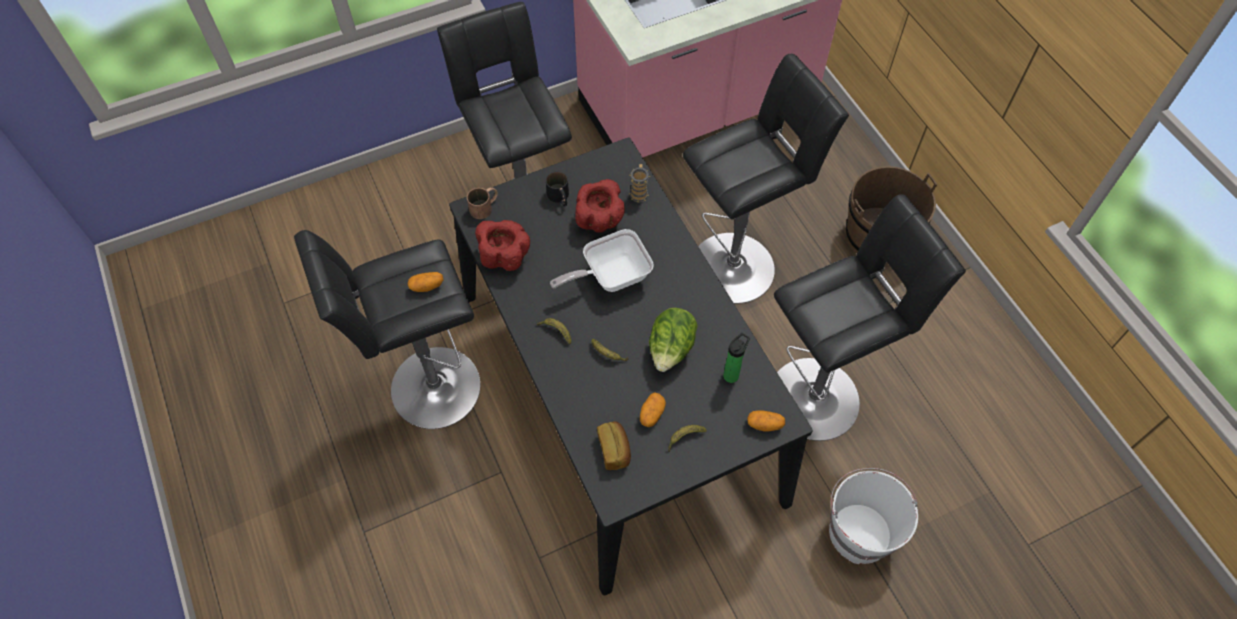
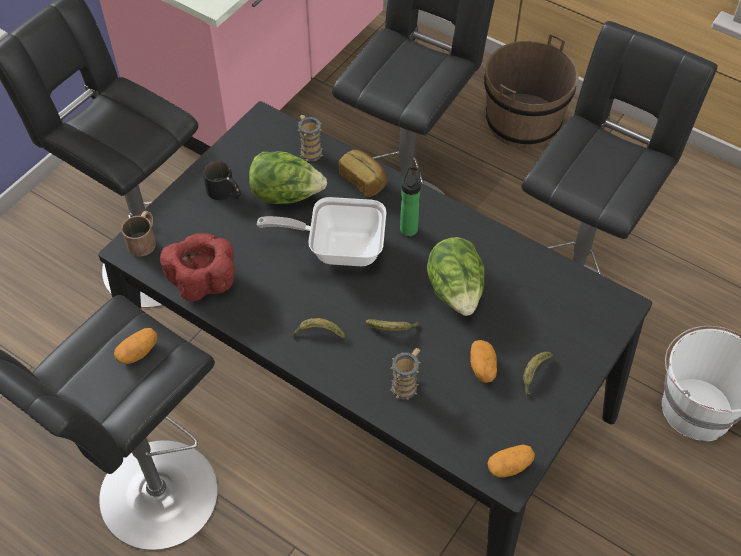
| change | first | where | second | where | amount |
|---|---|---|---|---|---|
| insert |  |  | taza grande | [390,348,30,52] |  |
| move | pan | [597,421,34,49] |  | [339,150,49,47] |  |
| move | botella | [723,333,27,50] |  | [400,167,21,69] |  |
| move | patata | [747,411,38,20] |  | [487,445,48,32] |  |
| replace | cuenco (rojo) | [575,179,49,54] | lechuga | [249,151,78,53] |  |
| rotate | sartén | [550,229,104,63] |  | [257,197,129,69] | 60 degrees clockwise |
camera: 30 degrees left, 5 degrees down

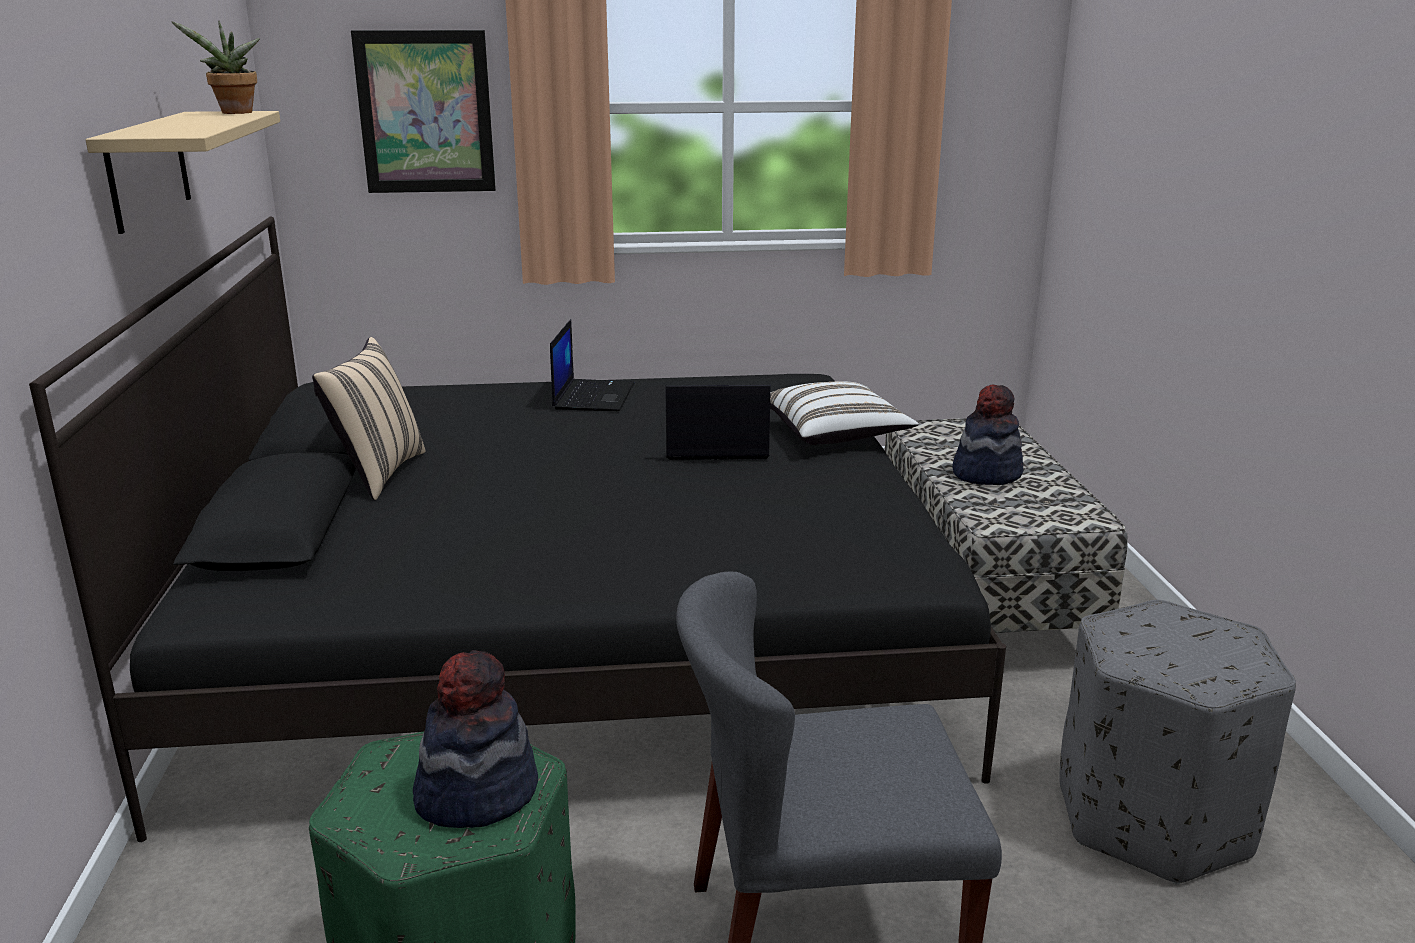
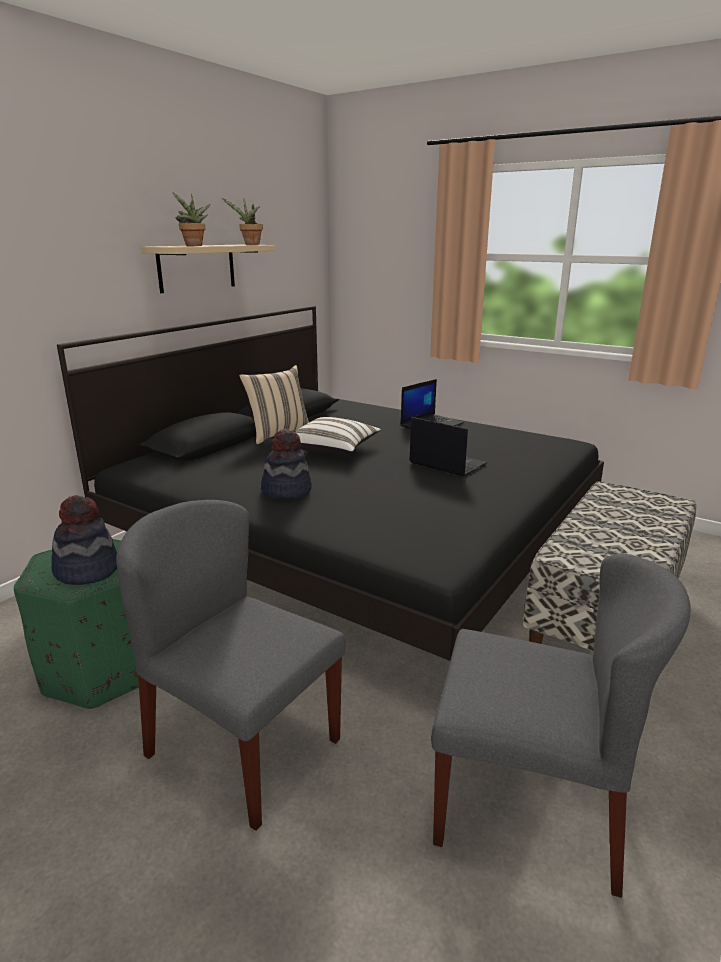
| change | first | where | second | where | amount |
|---|---|---|---|---|---|
| delete | cuadro | [351,30,145,163] |  |  |  |
| insert |  |  | planta en maceta | [173,193,38,53] |  |
| move | cojín (blanco) | [770,381,149,64] |  | [295,417,86,37] |  |
| move | sombrero | [953,385,70,100] |  | [261,429,51,71] |  |
| replace | puf (gris) | [1059,600,237,284] | silla (gris) | [431,554,260,344] |  |
camera: 40 degrees right, 0 degrees up

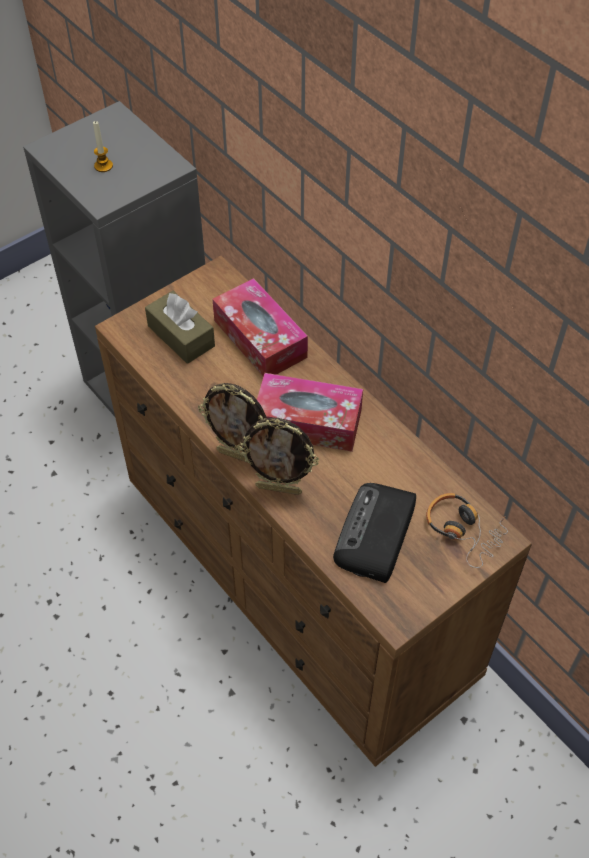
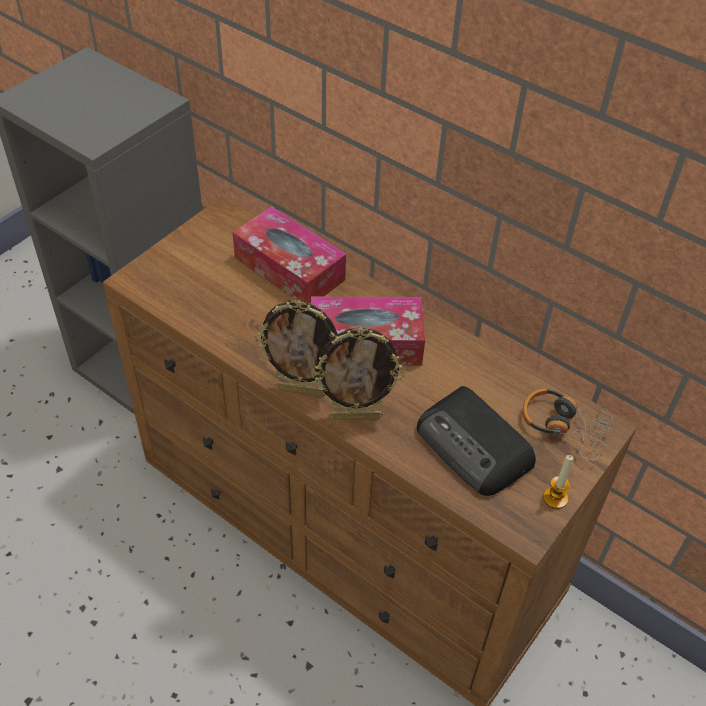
| change | first | where | second | where | amount |
|---|---|---|---|---|---|
| delete | caja de pañuelos (marrón) | [145,291,70,73] |  |  |  |
| move | vela | [93,121,20,51] |  | [543,455,31,54] |  |
| rotate | radio | [333,483,83,100] |  | [417,386,119,110] | 45 degrees counterclockwise |
camera: 15 degrees left, 5 degrees down

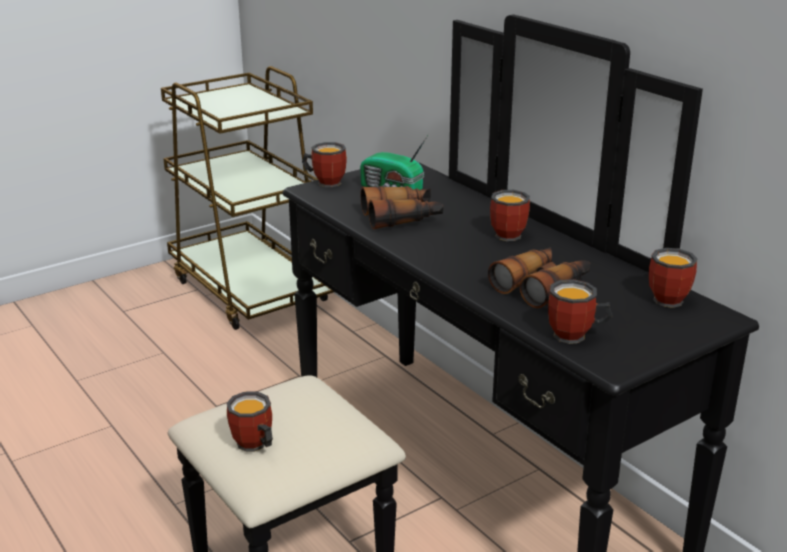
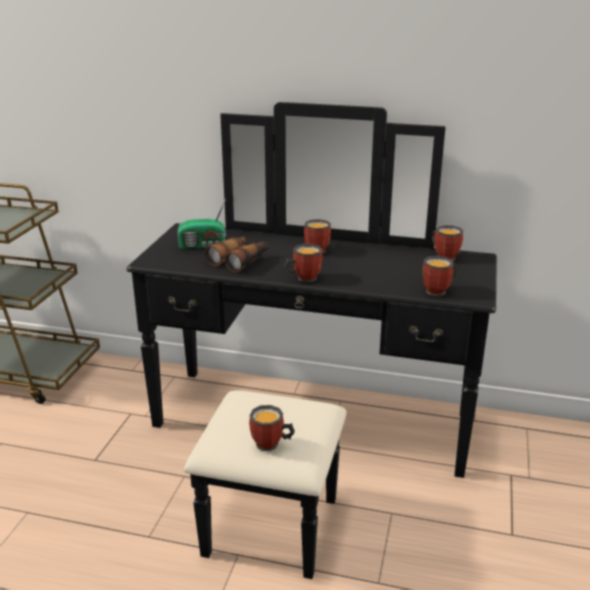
| change | first | where | second | where | amount |
|---|---|---|---|---|---|
| delete | prismáticos | [488,247,102,61] |  |  |  |
| move | taza grande | [302,142,45,45] |  | [284,244,39,38] |  |
camera: 40 degrees left, 0 degrees up

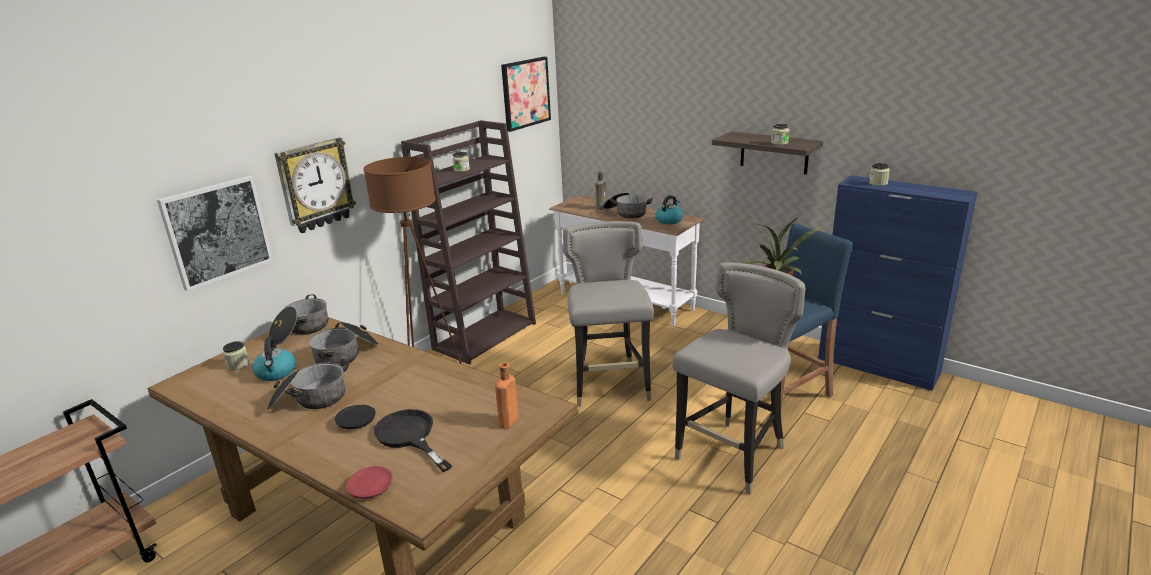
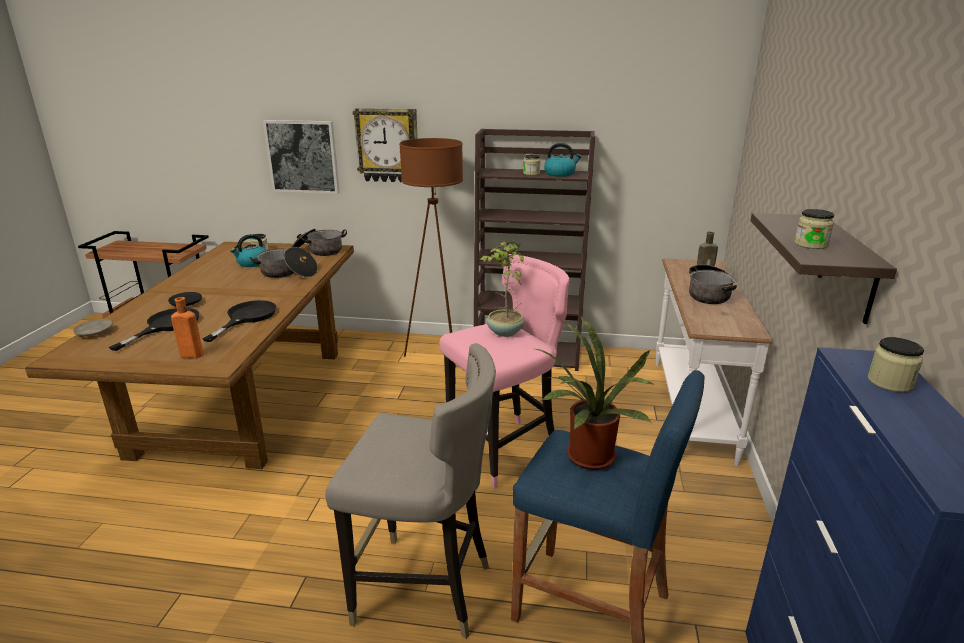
| change | first | where | second | where | amount |
|---|---|---|---|---|---|
| delete | olla | [267,359,82,51] |  |  |  |
| delete | cuadro | [501,57,50,75] |  |  |  |
| insert |  |  | sartén (negro) | [203,300,74,42] |  |
| insert |  |  | planta en maceta | [479,241,46,96] |  |
| move | hervidor | [656,195,27,29] |  | [544,143,37,34] |  |
| recolor | plato (rojo) | [346,466,47,33] | plato (beis) | [73,319,40,18] |  |
| recolor | taburete (gris) | [563,221,91,186] | taburete (rosa) | [440,254,129,235] |  |
camera: 60 degrees right, 0 degrees up

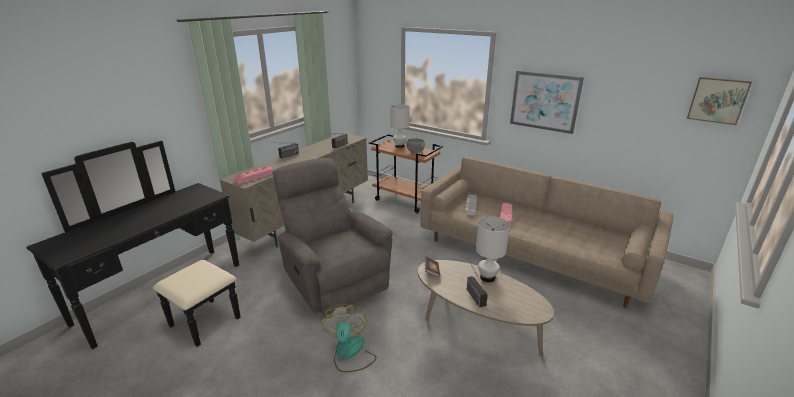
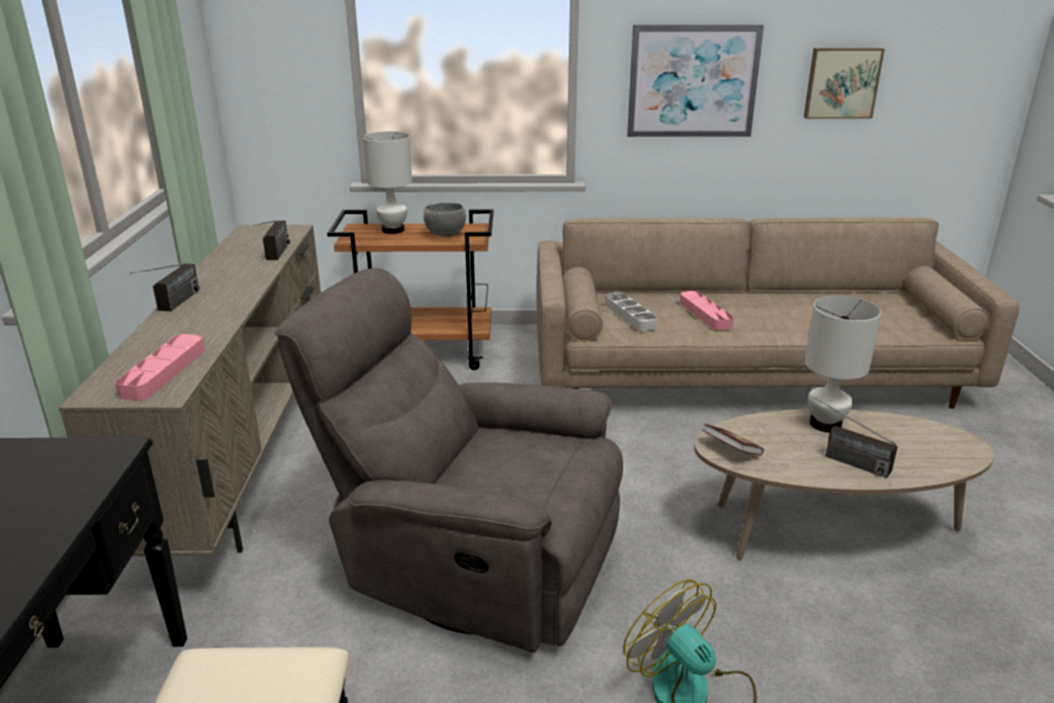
| change | first | where | second | where | amount |
|---|---|---|---|---|---|
| move | cuadro | [687,77,65,48] |  | [804,48,81,71] |  |
camera: 35 degrees left, 0 degrees up

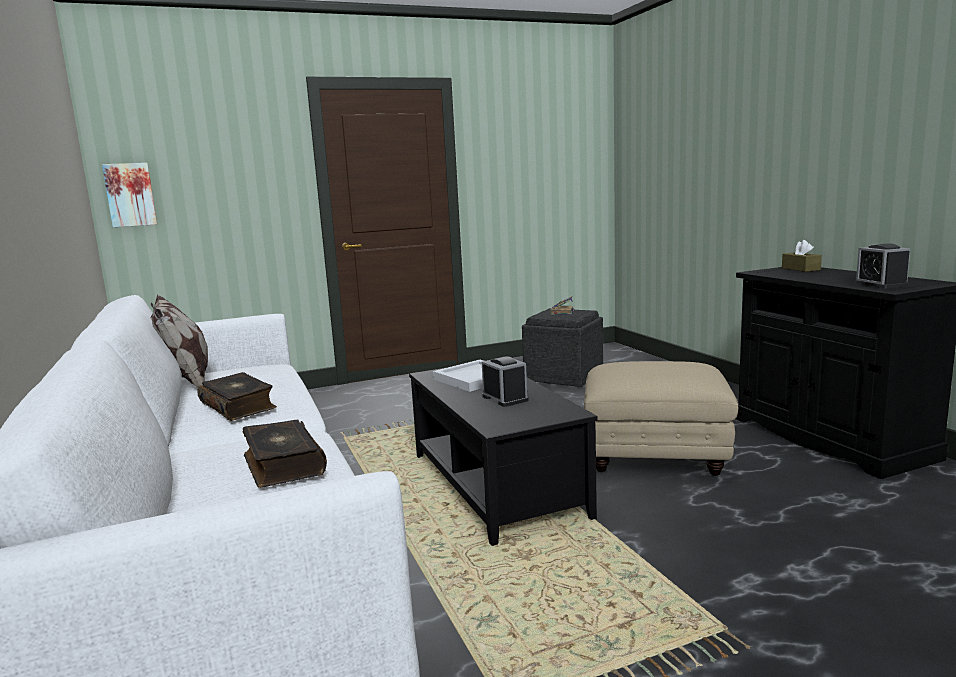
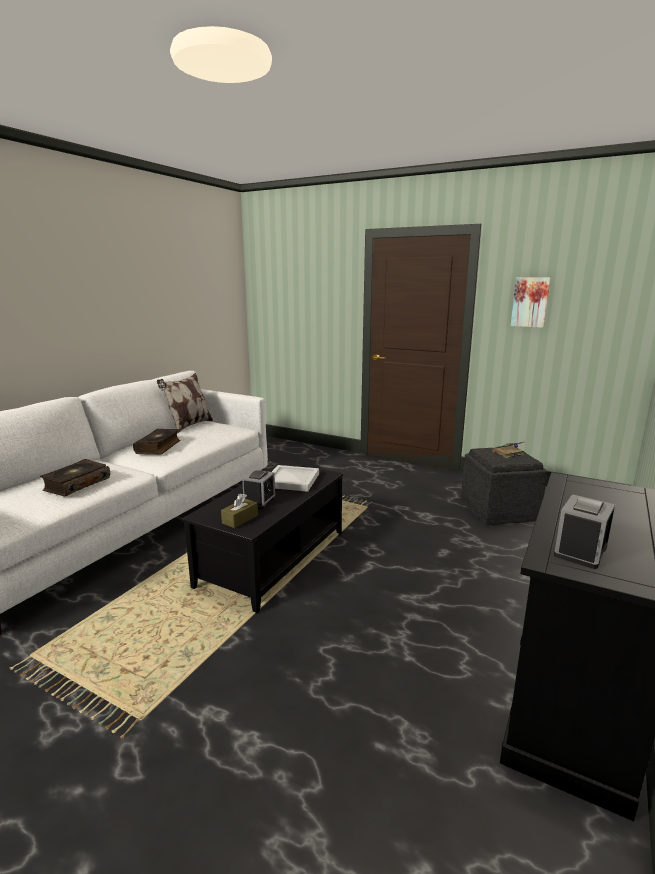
| change | first | where | second | where | amount |
|---|---|---|---|---|---|
| delete | puf (beis) | [584,361,154,115] |  |  |  |
| move | cuadro | [102,163,55,64] |  | [511,277,40,51] |  |
| move | caja de pañuelos (marrón) | [782,240,40,32] |  | [221,493,37,35] |  |
camera: 50 degrees right, 5 degrees up

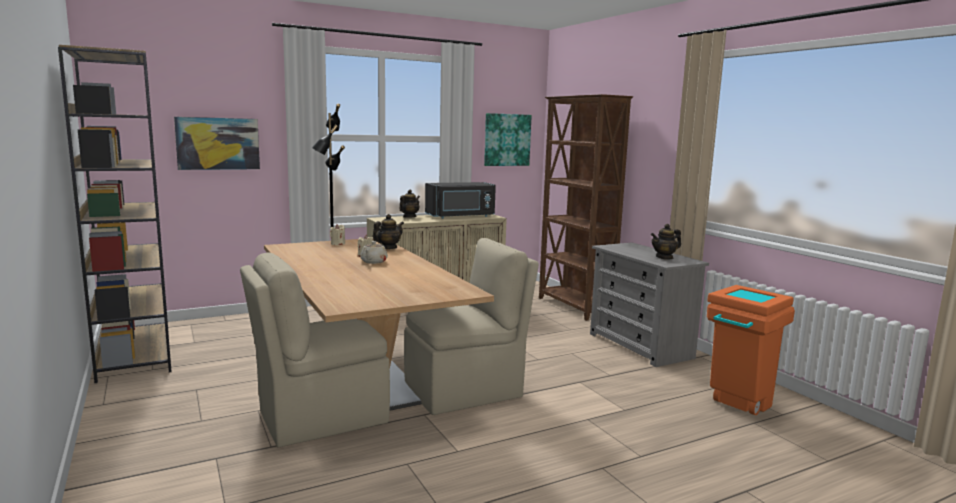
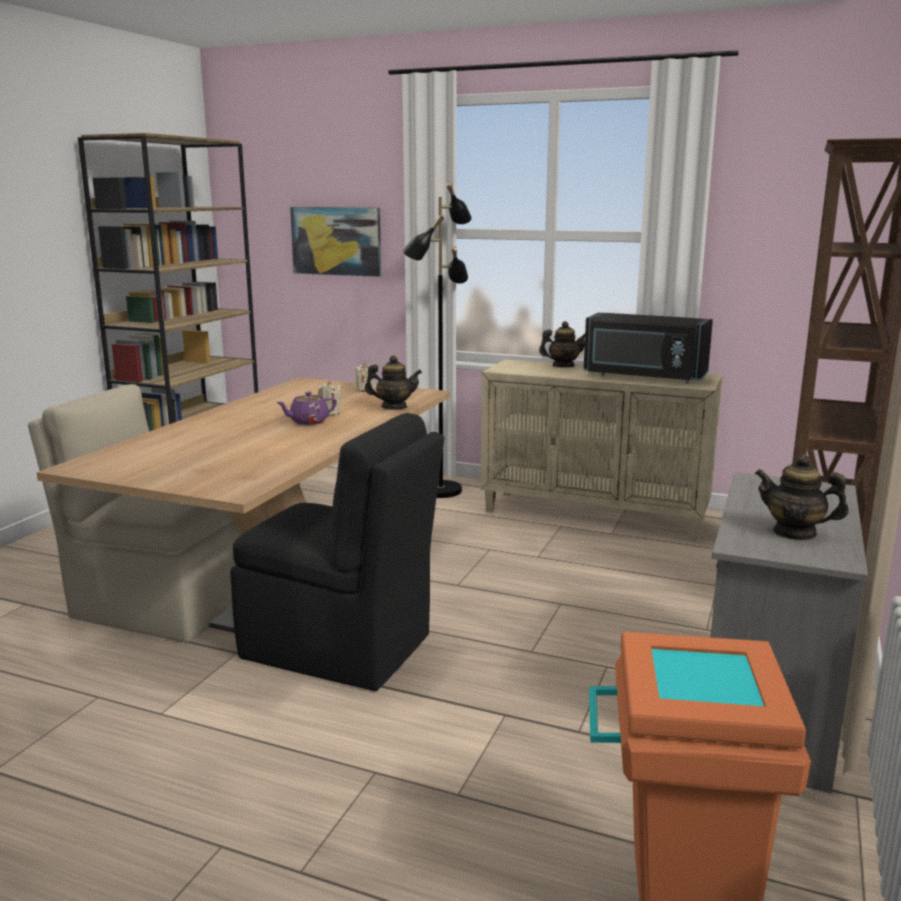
| change | first | where | second | where | amount |
|---|---|---|---|---|---|
| delete | cuadro | [484,113,48,53] |  |  |  |
| recolor | tetera (beis) | [360,241,28,23] | tetera (morado) | [276,392,61,33] |  |
| recolor | silla (beis) | [404,238,135,177] | silla (negro) | [230,413,214,278] |  |
camera: 50 degrees right, 5 degrees up

